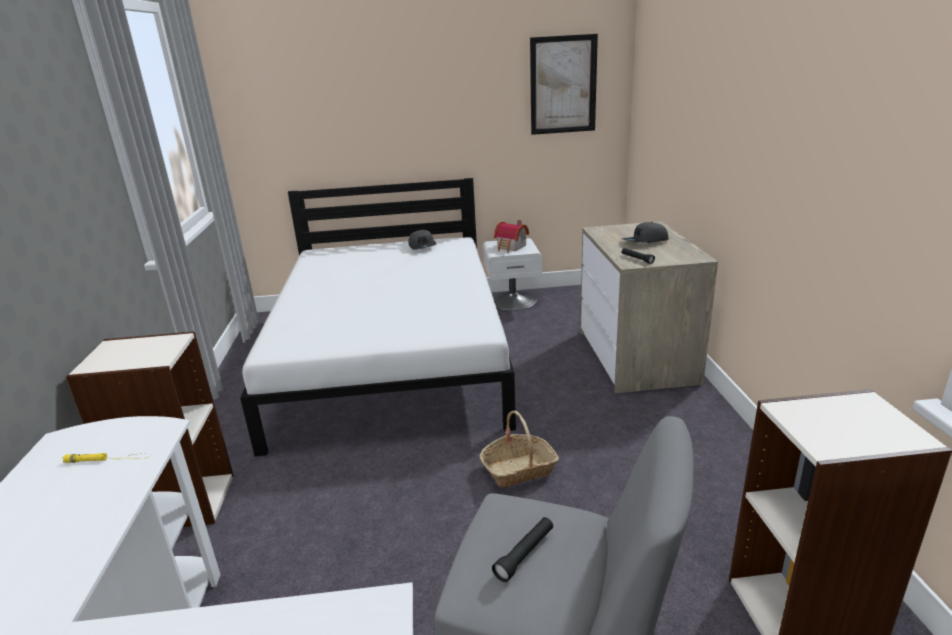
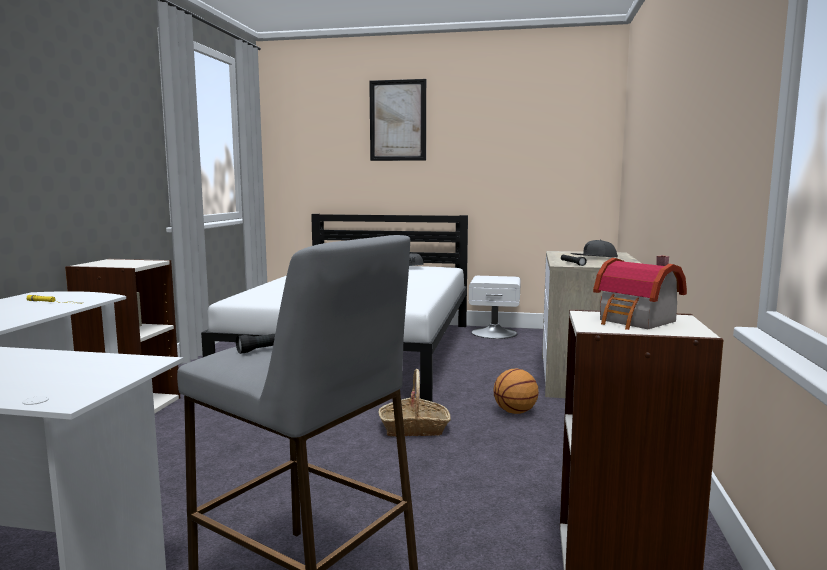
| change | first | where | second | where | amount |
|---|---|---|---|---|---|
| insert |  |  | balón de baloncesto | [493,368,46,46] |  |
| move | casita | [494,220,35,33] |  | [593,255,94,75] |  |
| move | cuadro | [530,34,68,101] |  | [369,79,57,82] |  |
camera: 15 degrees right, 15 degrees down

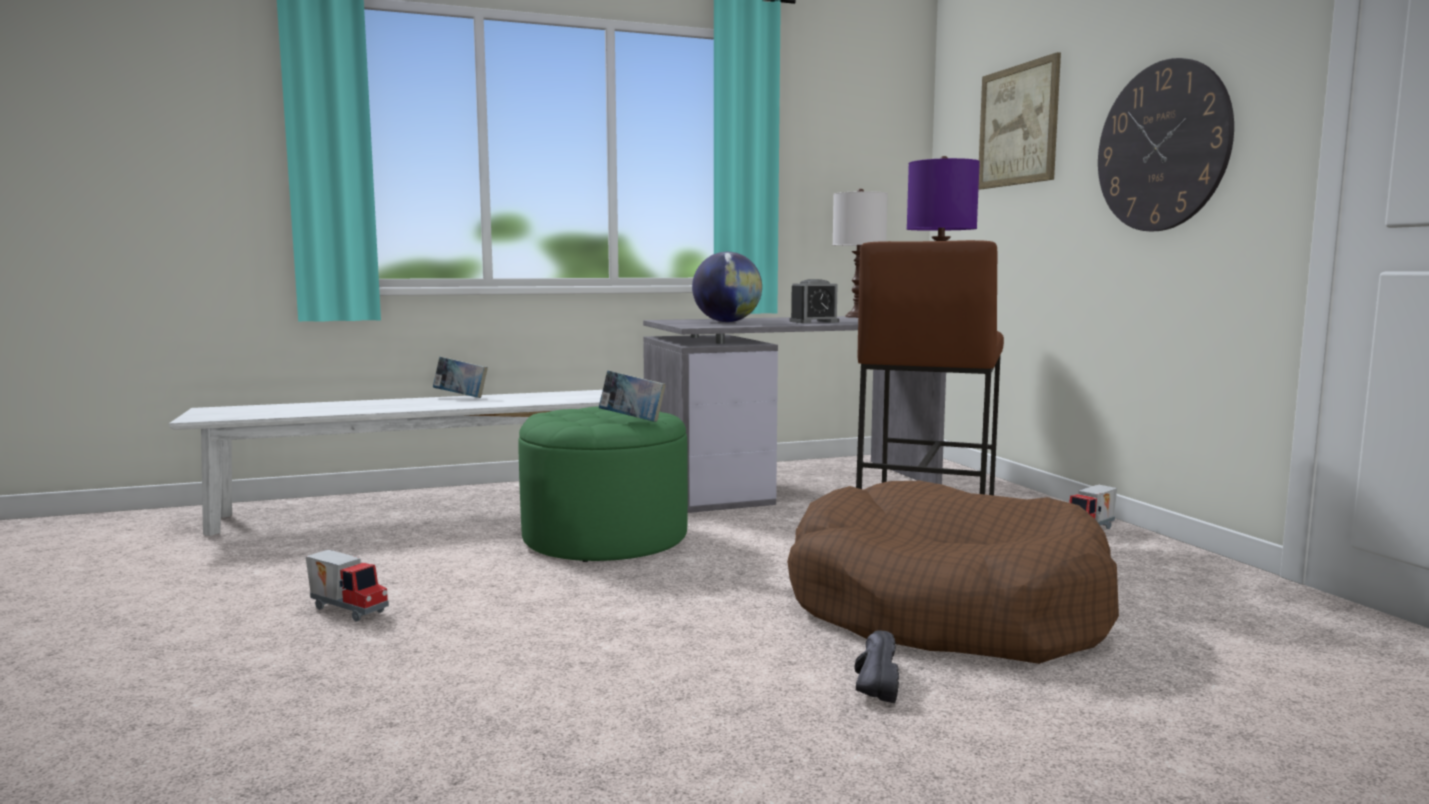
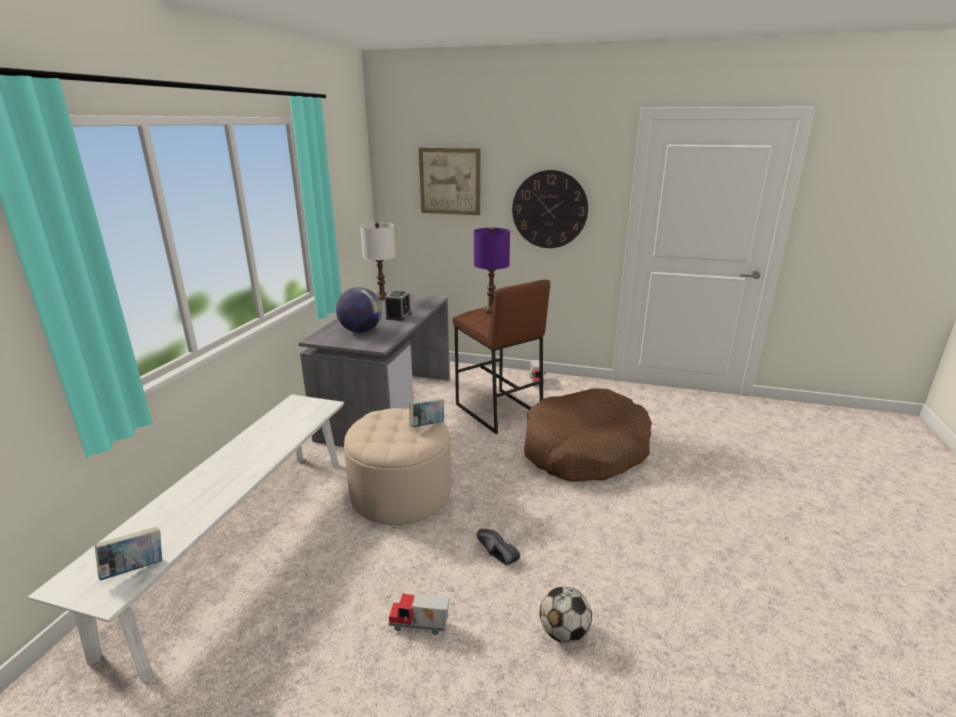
| change | first | where | second | where | amount |
|---|---|---|---|---|---|
| insert |  |  | balón de fútbol | [540,586,52,57] |  |
| move | libro | [433,356,55,42] |  | [95,527,67,53] |  |
| move | zapato (negro) | [854,630,45,73] |  | [477,529,43,37] |  |
| recolor | puf (verde) | [518,406,170,156] | puf (beis) | [344,408,107,117] |  |
| rotate | camión de juguete | [306,550,83,72] |  | [389,593,61,42] | 150 degrees counterclockwise |
camera: 55 degrees left, 15 degrees up

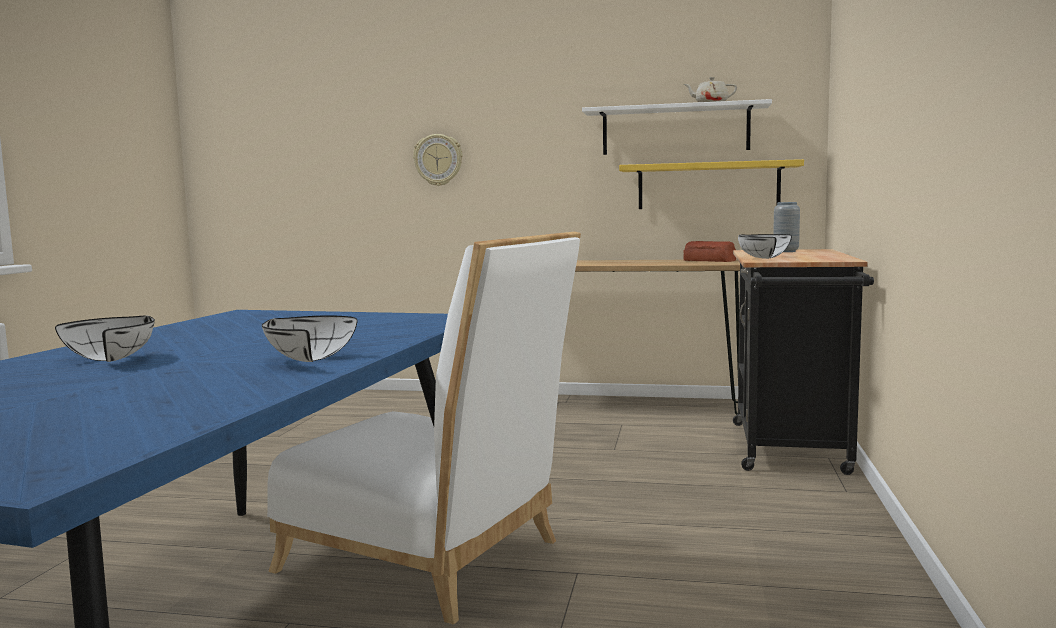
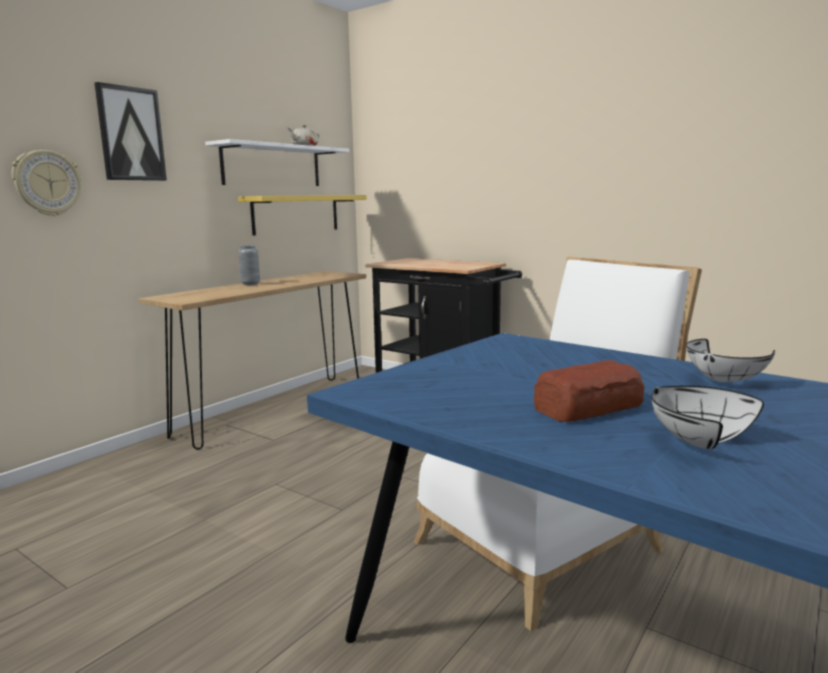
| change | first | where | second | where | amount |
|---|---|---|---|---|---|
| delete | cuenco (blanco) | [738,234,54,25] |  |  |  |
| insert |  |  | cuadro | [94,82,73,99] |  |
| move | pan | [683,241,53,21] |  | [533,360,112,62] |  |
| move | florero (gris) | [773,202,27,50] |  | [238,246,22,39] |  |
camera: 65 degrees left, 5 degrees up

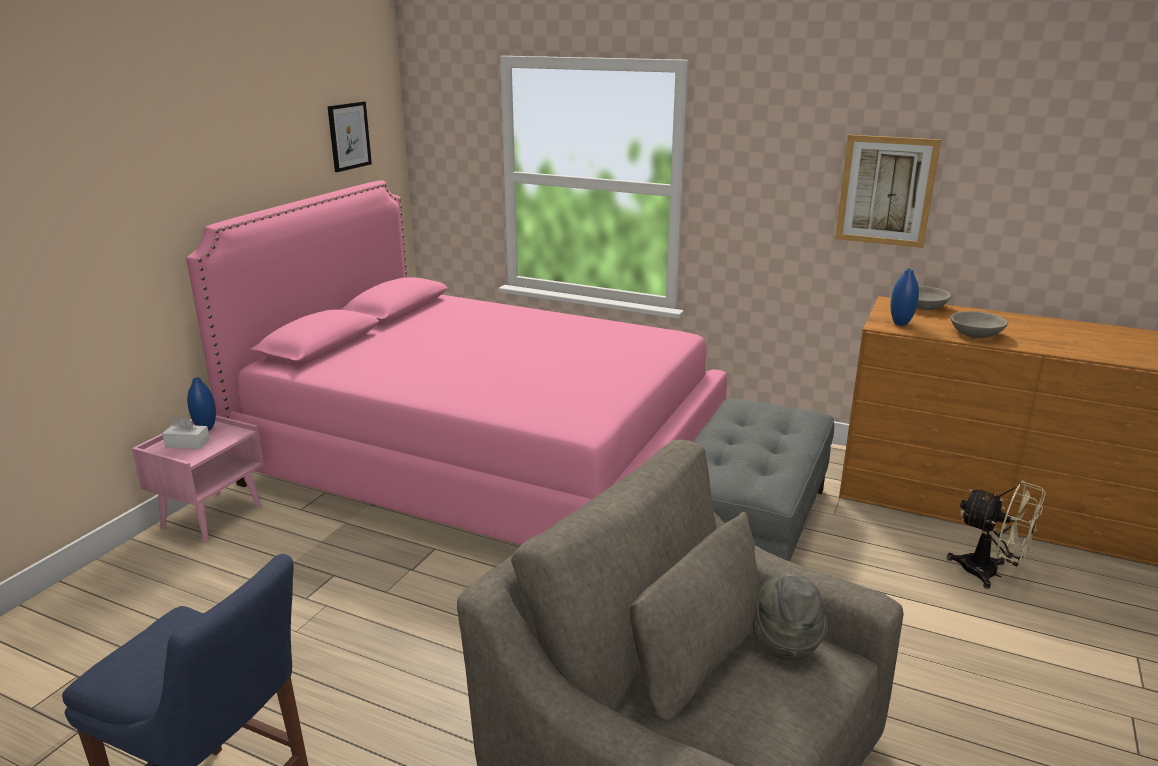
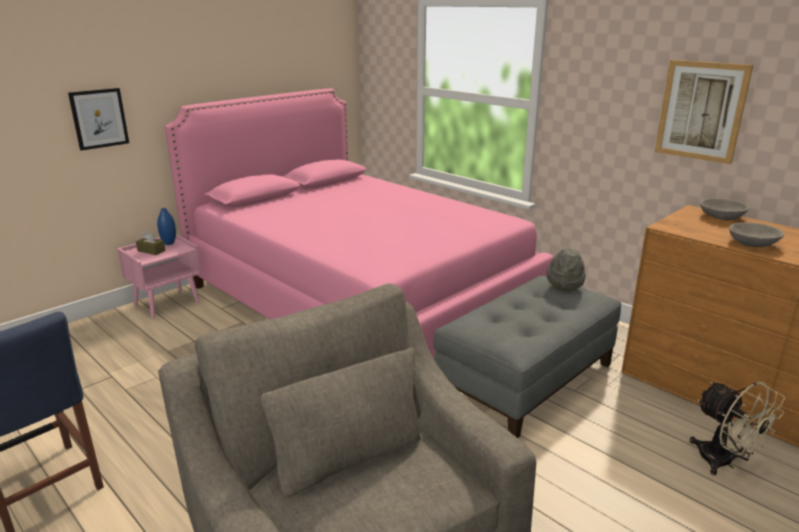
| change | first | where | second | where | amount |
|---|---|---|---|---|---|
| delete | florero (azul) | [891,269,28,57] |  |  |  |
| move | cuadro | [327,101,45,71] |  | [68,88,61,63] |  |
| move | sombrero (gris) | [753,573,75,88] |  | [547,249,39,43] |  |
| recolor | caja de pañuelos (blanco) | [162,416,48,33] | caja de pañuelos (marrón) | [136,231,30,24] |  |
camera: 20 degrees right, 0 degrees up

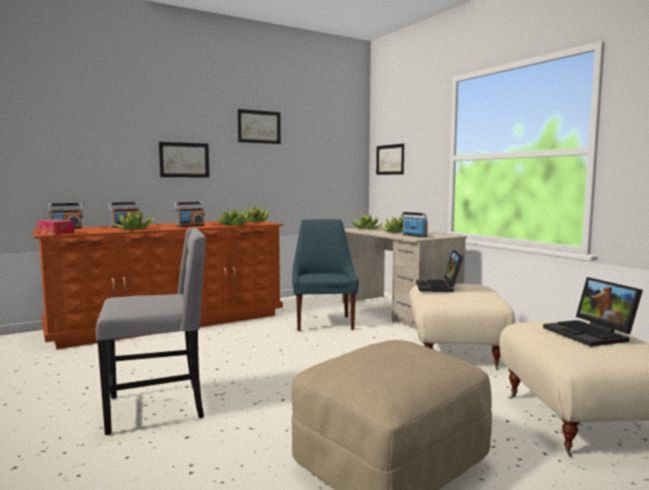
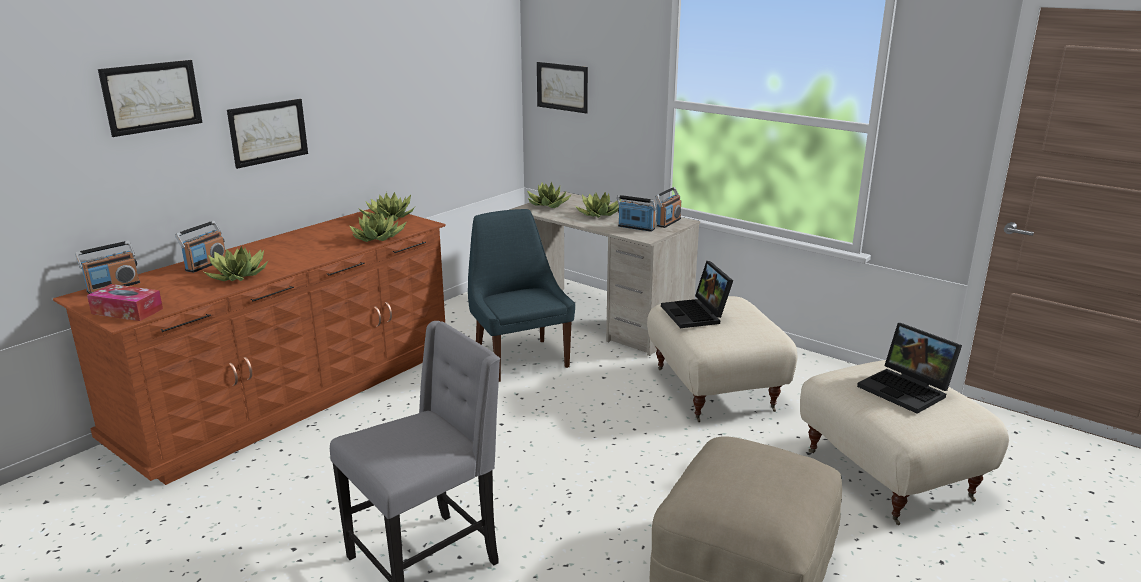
| change | first | where | second | where | amount |
|---|---|---|---|---|---|
| move | radio | [174,202,31,25] |  | [655,187,26,41] |  |
| move | cuadro | [238,109,43,35] |  | [98,60,105,77] |  |
camera: 20 degrees left, 15 degrees up

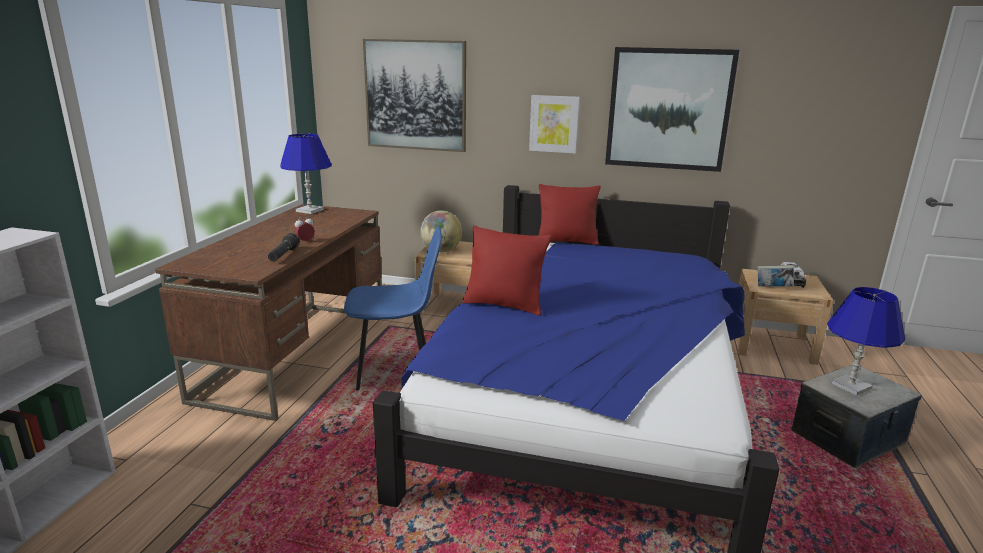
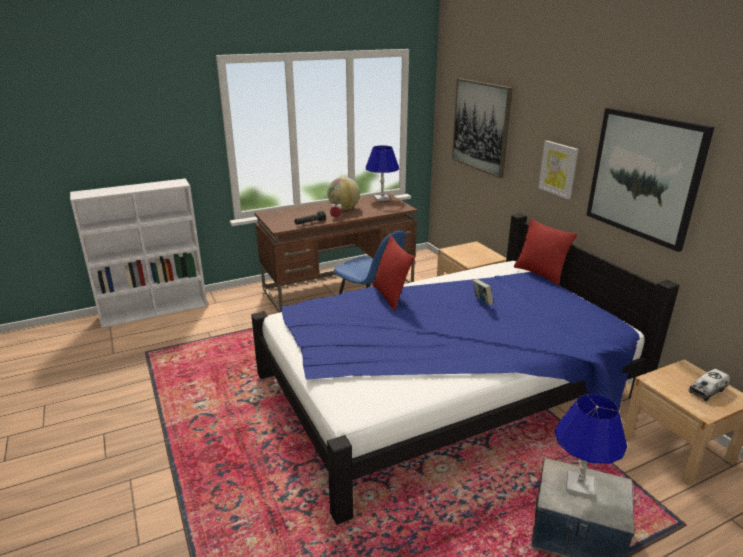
| change | first | where | second | where | amount |
|---|---|---|---|---|---|
| move | globo terráqueo | [420,211,42,41] |  | [327,177,33,33] |  |
| move | libro | [757,265,37,22] |  | [473,279,21,26] |  |
camera: 50 degrees right, 5 degrees up

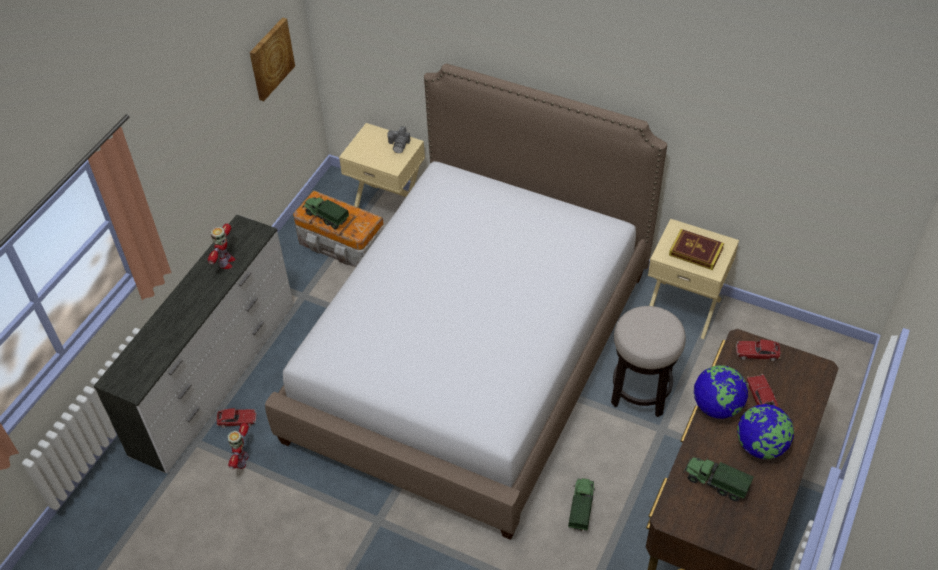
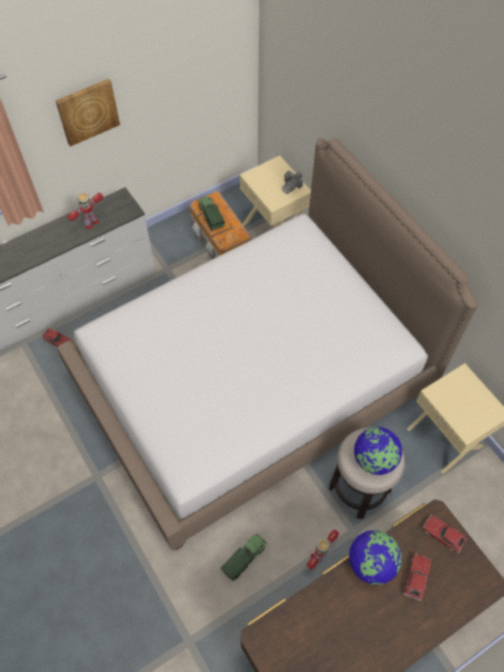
| change | first | where | second | where | amount |
|---|---|---|---|---|---|
| delete | libro | [669,229,55,41] |  |  |  |
| delete | camión de juguete | [683,456,71,45] |  |  |  |
| move | robot de juguete | [227,423,22,46] |  | [306,530,33,40] |  |
| move | cuadro | [250,17,45,84] |  | [56,79,64,68] |  |
| move | globo terráqueo | [737,404,57,55] |  | [354,427,48,48] |  |
camera: 30 degrees right, 10 degrees up

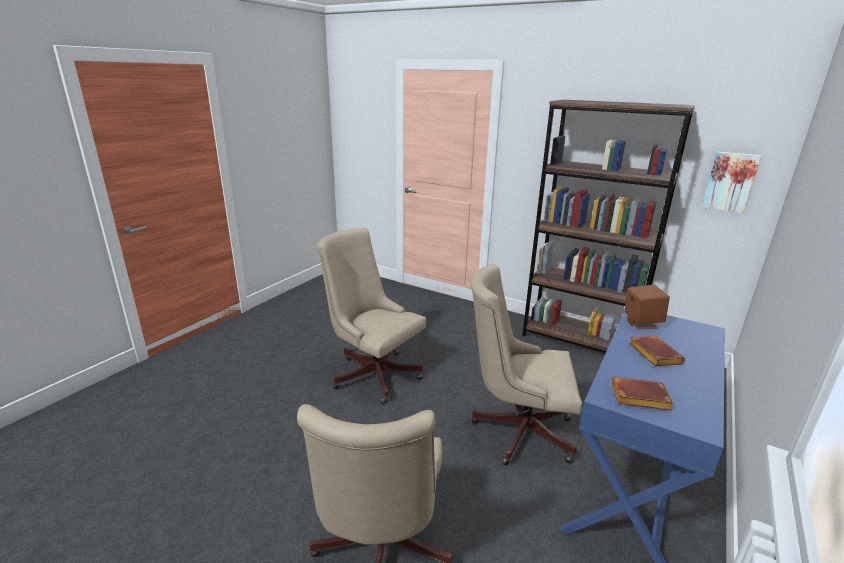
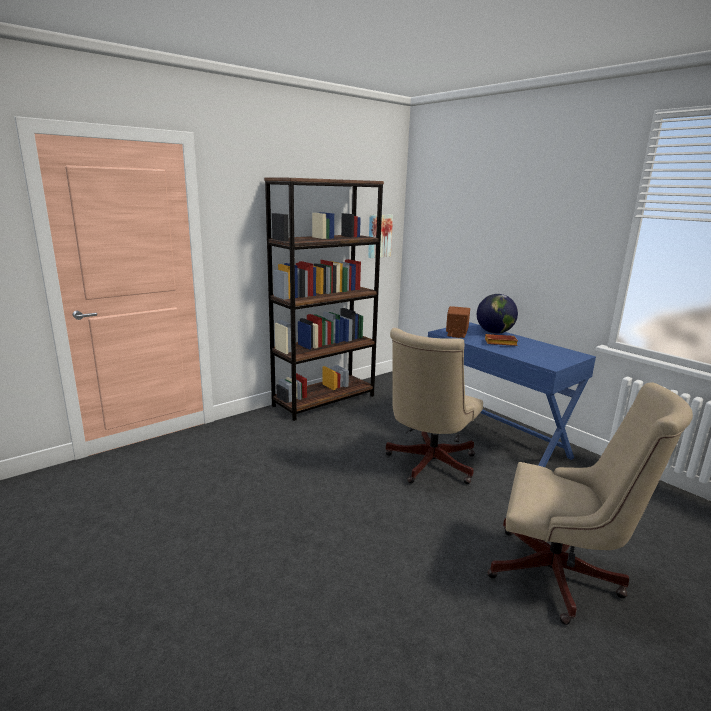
| change | first | where | second | where | amount |
|---|---|---|---|---|---|
| delete | silla de oficina (beis) | [316,228,110,176] |  |  |  |
| delete | libro (marrón) | [611,377,63,34] |  |  |  |
| insert |  |  | globo terráqueo | [477,294,41,40] |  |
camera: 70 degrees left, 5 degrees down

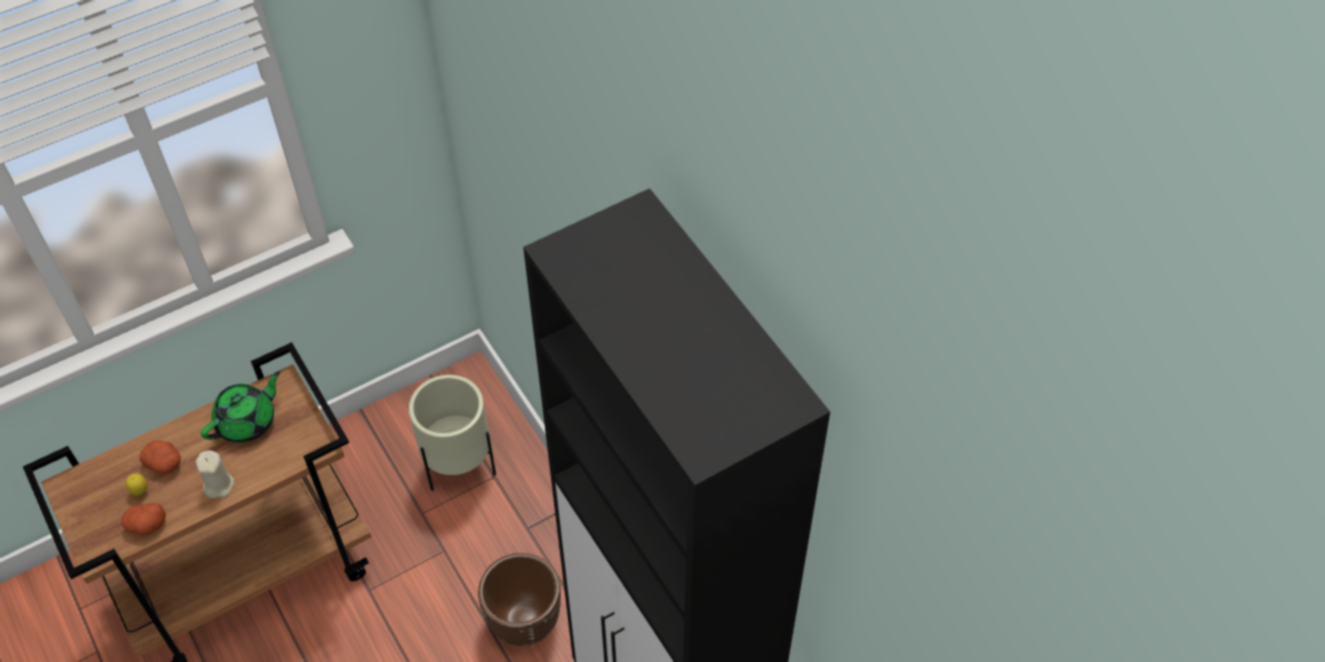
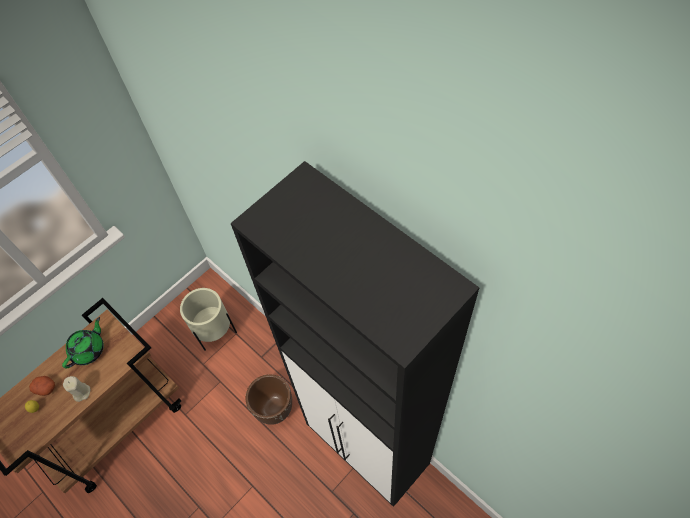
| change | first | where | second | where | amount |
|---|---|---|---|---|---|
| delete | patata | [121,503,45,33] |  |  |  |
camera: 10 degrees left, 5 degrees up

